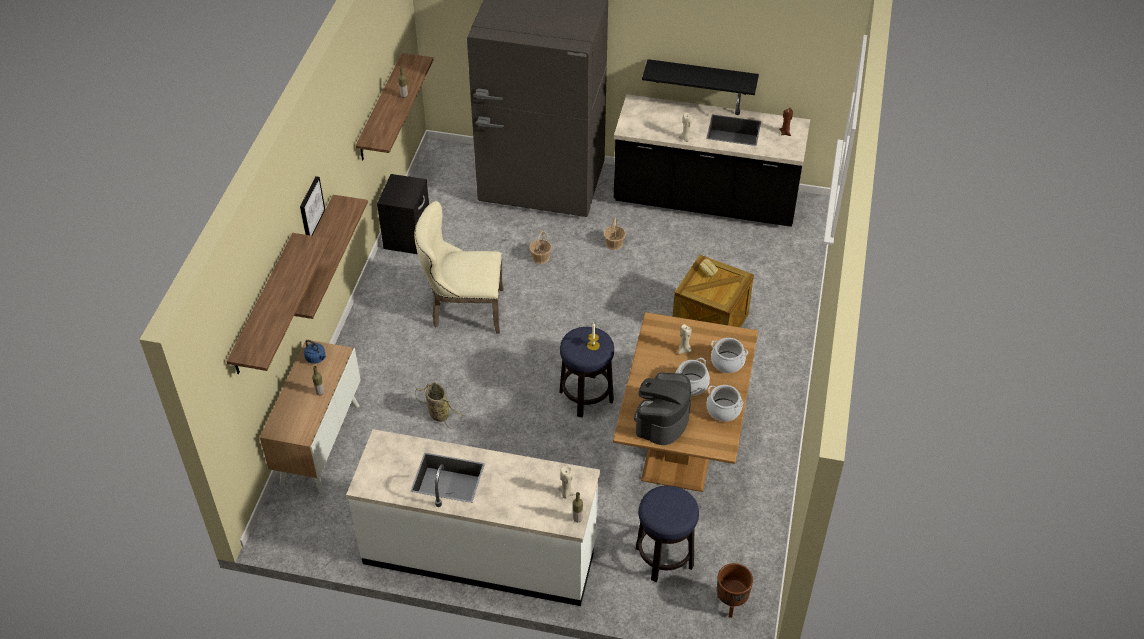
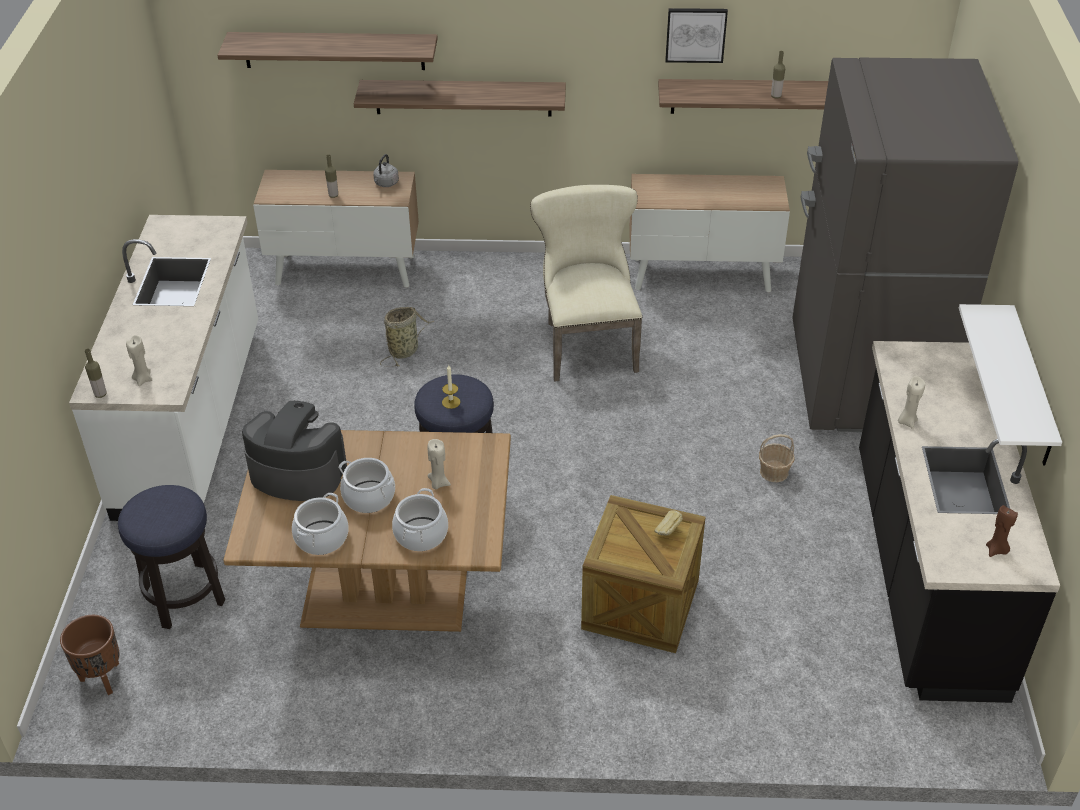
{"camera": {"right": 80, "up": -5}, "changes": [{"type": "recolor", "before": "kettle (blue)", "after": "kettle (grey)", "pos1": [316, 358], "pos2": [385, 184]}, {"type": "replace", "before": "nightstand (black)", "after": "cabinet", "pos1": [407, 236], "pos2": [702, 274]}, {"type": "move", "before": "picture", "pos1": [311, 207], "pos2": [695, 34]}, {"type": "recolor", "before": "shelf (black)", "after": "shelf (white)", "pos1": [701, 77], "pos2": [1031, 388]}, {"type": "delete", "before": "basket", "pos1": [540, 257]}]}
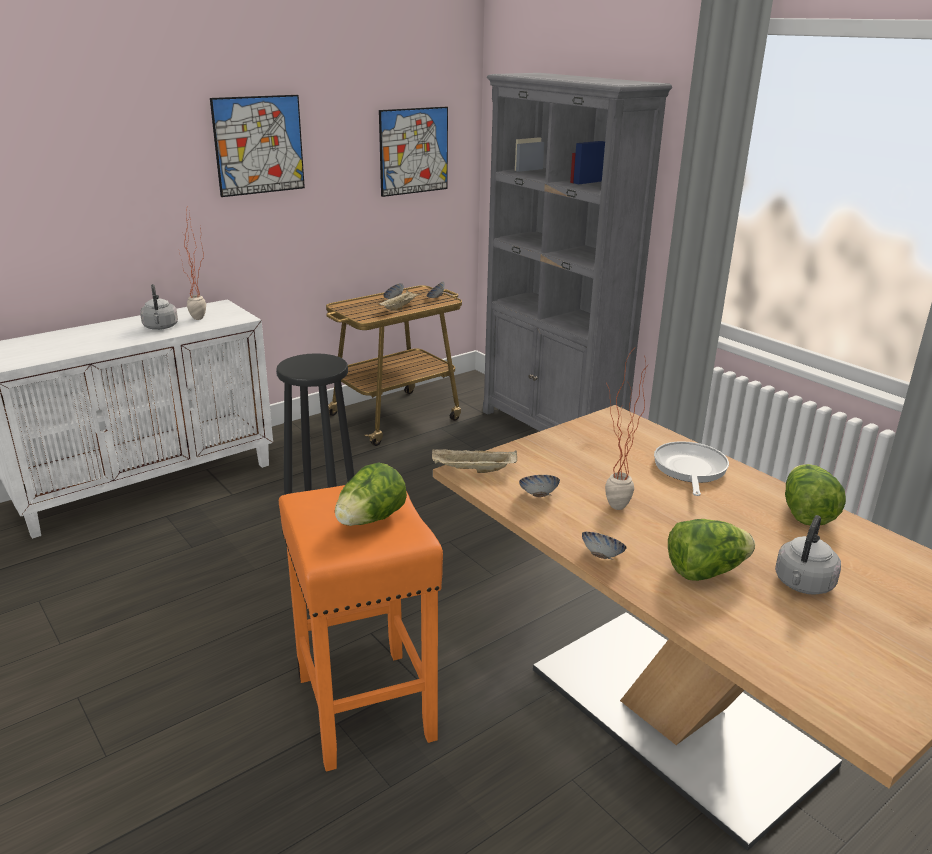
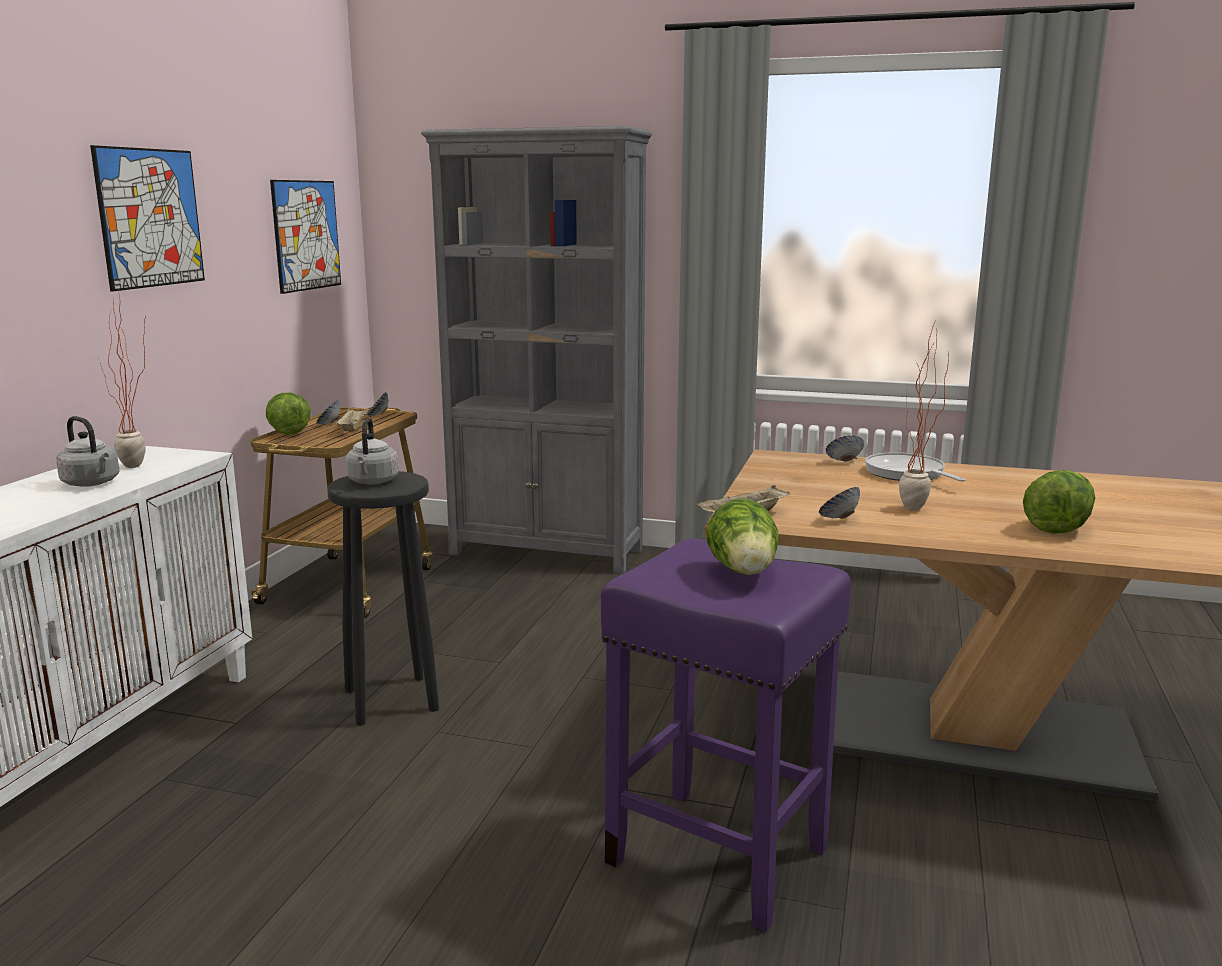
{"camera": {"right": -35, "up": -10}, "changes": [{"type": "move", "before": "lettuce", "pos1": [805, 513], "pos2": [287, 431]}, {"type": "move", "before": "kettle (grey)", "pos1": [802, 585], "pos2": [372, 482]}, {"type": "recolor", "before": "stool (orange)", "after": "stool (purple)", "pos1": [367, 709], "pos2": [721, 856]}, {"type": "move", "before": "bowl", "pos1": [602, 556], "pos2": [844, 461]}]}
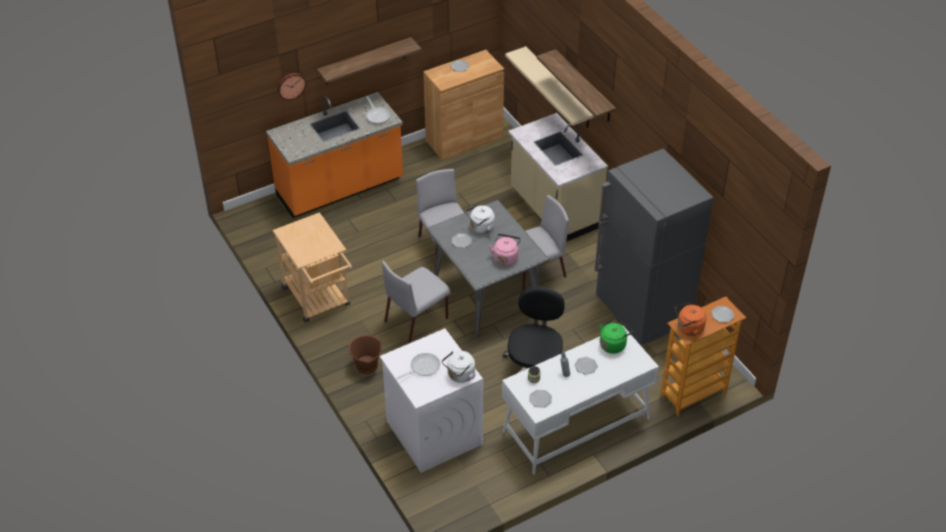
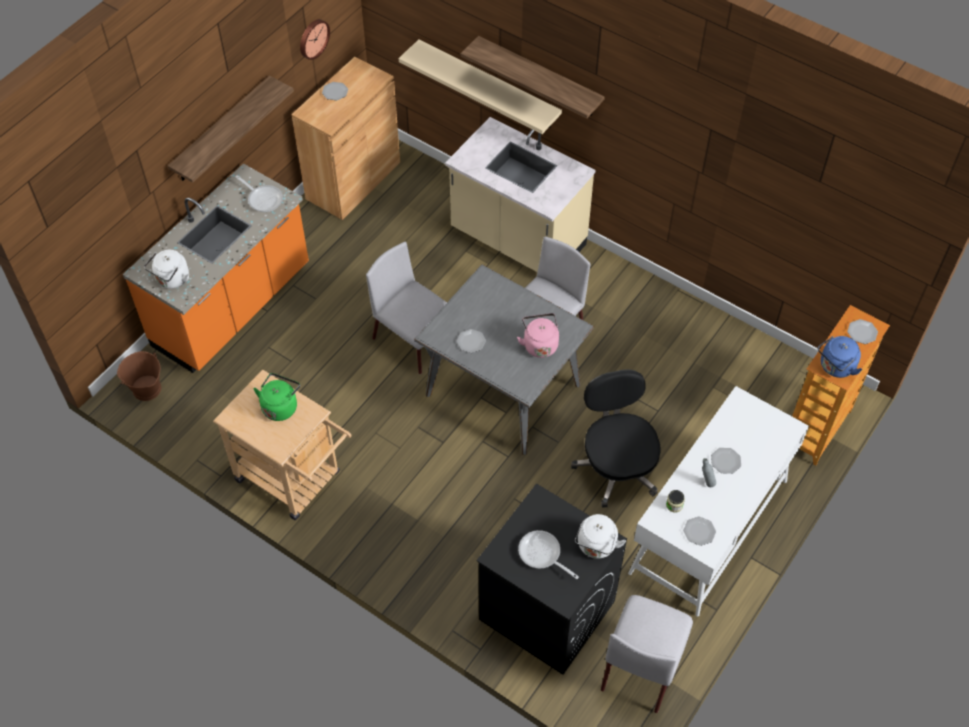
{"camera": {"right": -25, "up": 10}, "changes": [{"type": "move", "before": "bucket (brown)", "pos1": [366, 365], "pos2": [146, 389]}, {"type": "move", "before": "kettle (white)", "pos1": [480, 228], "pos2": [171, 280]}, {"type": "move", "before": "kettle (green)", "pos1": [613, 344], "pos2": [280, 406]}, {"type": "move", "before": "wall clock", "pos1": [291, 85], "pos2": [313, 38]}, {"type": "recolor", "before": "washing machine (white)", "after": "washing machine (black)", "pos1": [433, 432], "pos2": [546, 610]}, {"type": "rotate", "before": "frying pan", "pos1": [422, 367], "pos2": [542, 554], "turn": -75}, {"type": "move", "before": "chair (grey)", "pos1": [417, 319], "pos2": [642, 665]}, {"type": "recolor", "before": "kettle (orange)", "after": "kettle (blue)", "pos1": [688, 328], "pos2": [835, 367]}, {"type": "delete", "before": "fridge (grey)", "pos1": [642, 313]}]}
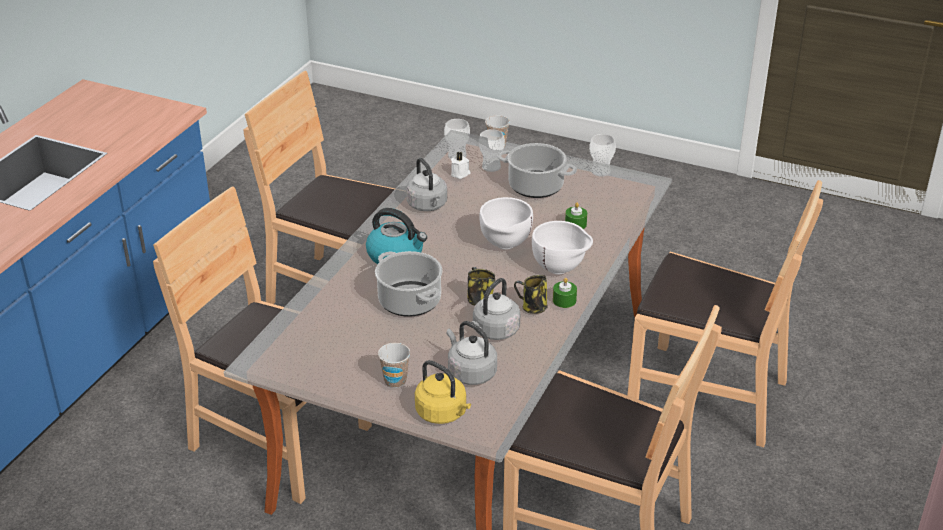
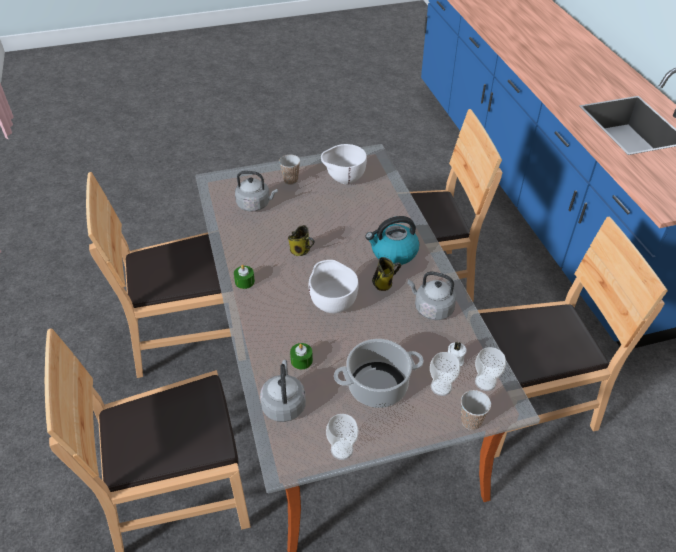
{"camera": {"right": 140, "up": 10}, "changes": [{"type": "move", "before": "kettle (grey)", "pos1": [494, 332], "pos2": [283, 404]}, {"type": "move", "before": "bowl (white)", "pos1": [560, 270], "pos2": [343, 180]}, {"type": "move", "before": "mug", "pos1": [532, 308], "pos2": [384, 283]}, {"type": "delete", "before": "cooking pot", "pos1": [408, 301]}, {"type": "delete", "before": "kettle (yellow)", "pos1": [443, 413]}]}
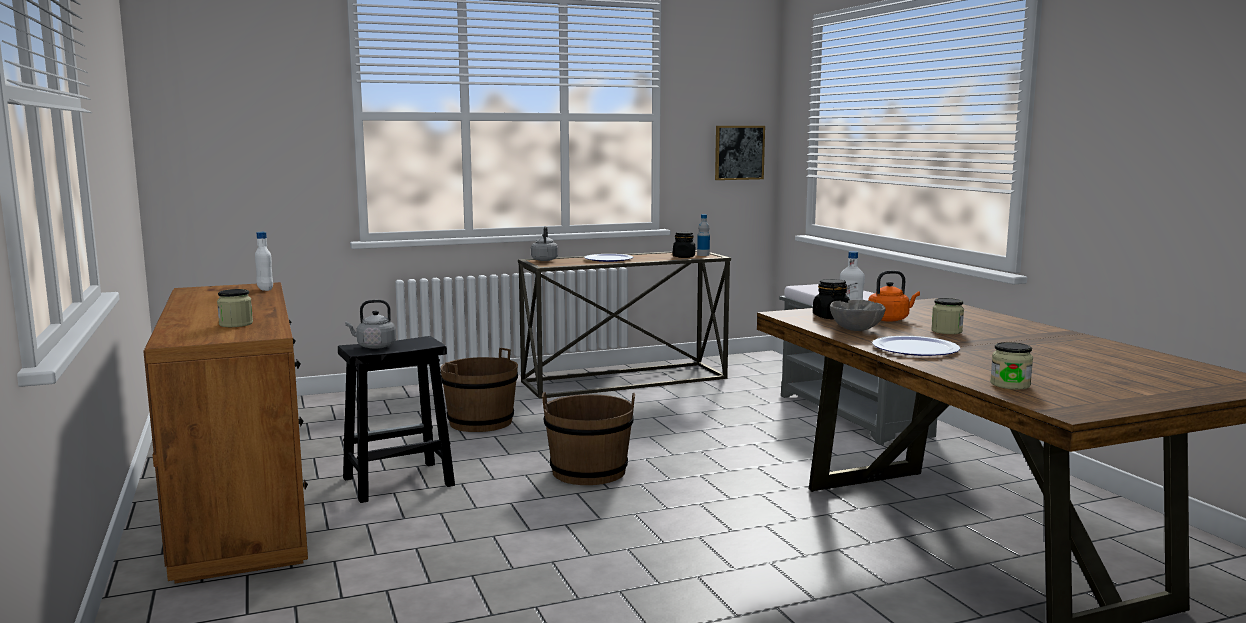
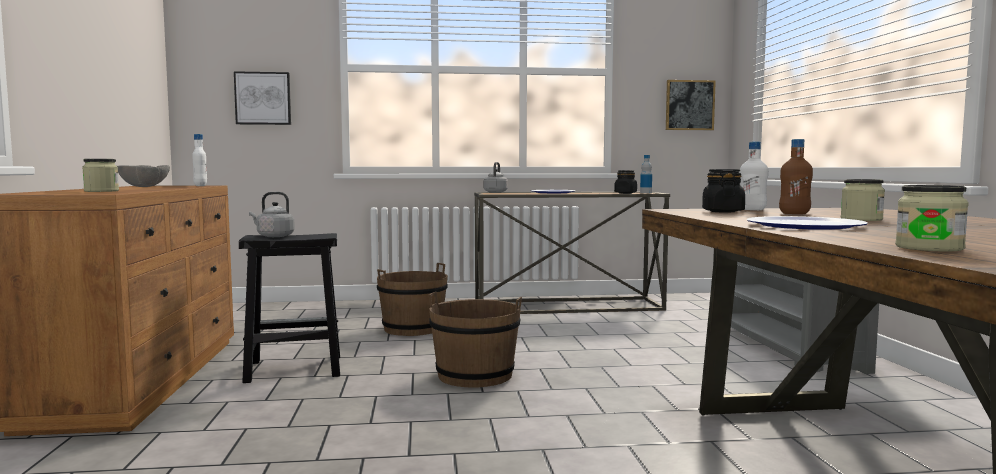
{"camera": {"right": 15, "up": -5}, "changes": [{"type": "move", "before": "bowl (grey)", "pos1": [856, 329], "pos2": [144, 187]}, {"type": "insert", "after": "picture", "pos2": [263, 98]}, {"type": "replace", "before": "kettle (orange)", "after": "bottle (brown)", "pos1": [890, 319], "pos2": [794, 213]}]}
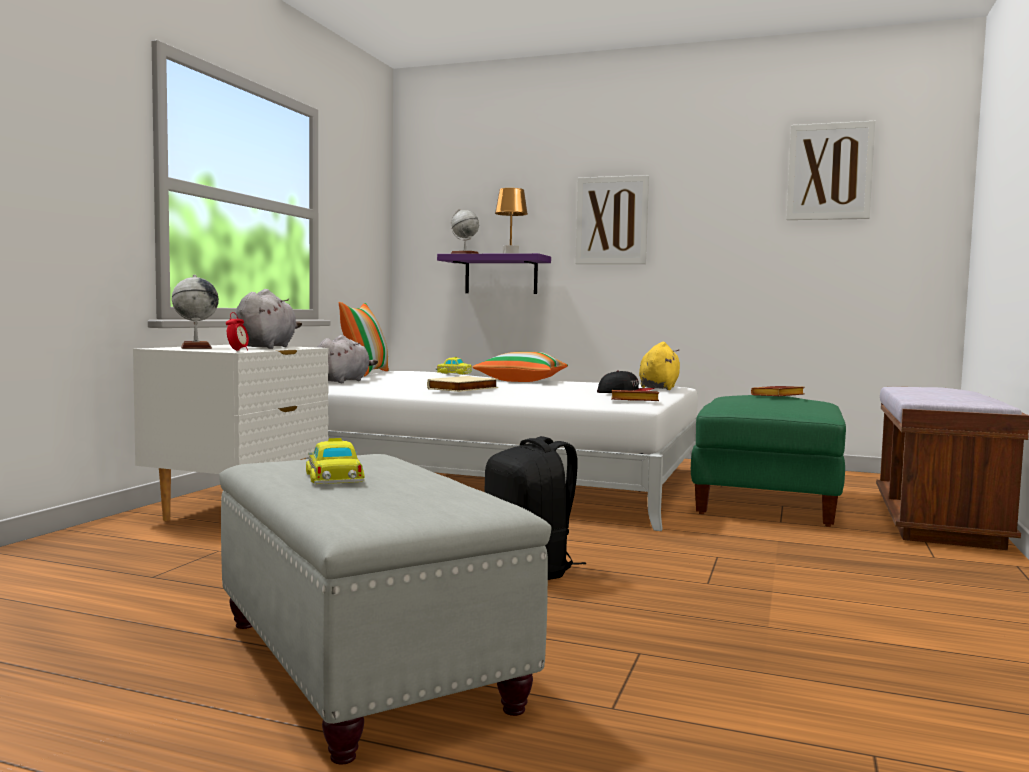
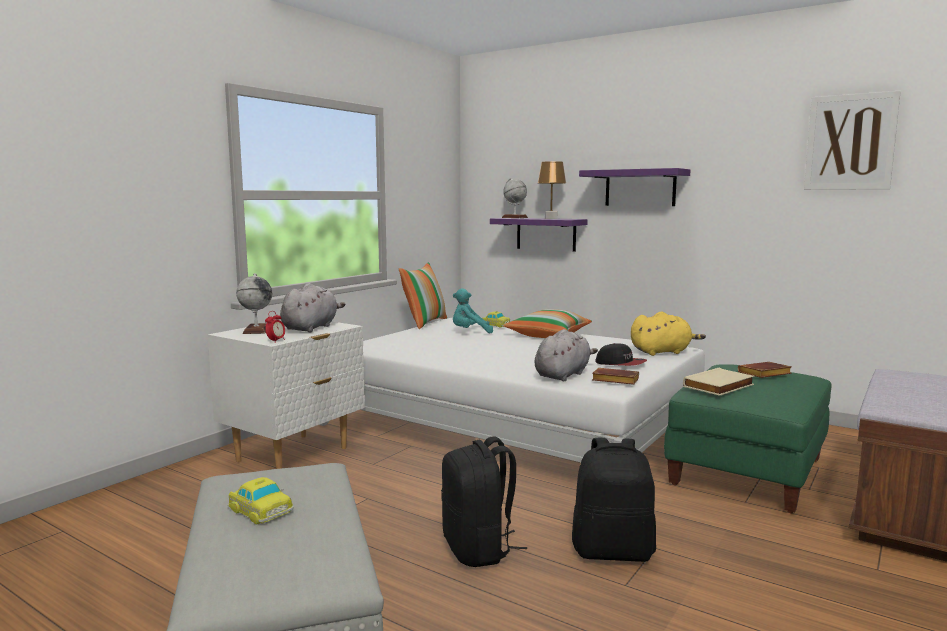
{"camera": {"right": 15, "up": 5}, "changes": [{"type": "rotate", "before": "toy car", "pos1": [335, 479], "pos2": [259, 510], "turn": 135}, {"type": "insert", "after": "plush toy (turquoise)", "pos2": [470, 332]}, {"type": "move", "before": "plush toy (grey)", "pos1": [342, 381], "pos2": [563, 375]}, {"type": "insert", "after": "backpack (black)", "pos2": [613, 551]}, {"type": "replace", "before": "picture", "after": "shelf (purple)", "pos1": [611, 220], "pos2": [640, 188]}, {"type": "rotate", "before": "plush toy (yellow)", "pos1": [659, 388], "pos2": [662, 352], "turn": 45}, {"type": "move", "before": "book (beige)", "pos1": [464, 389], "pos2": [719, 386]}]}
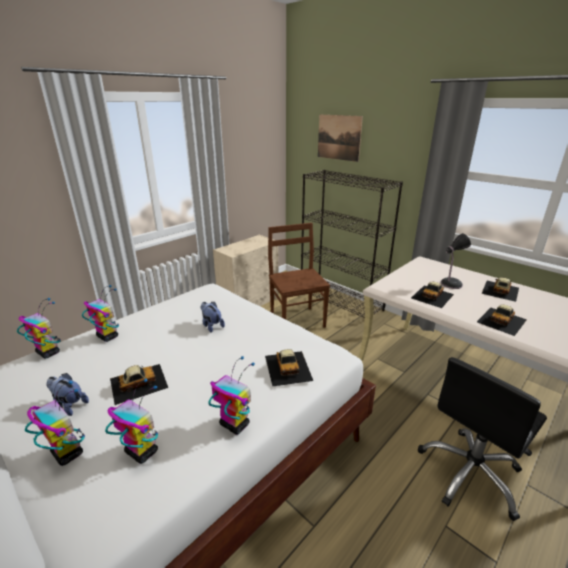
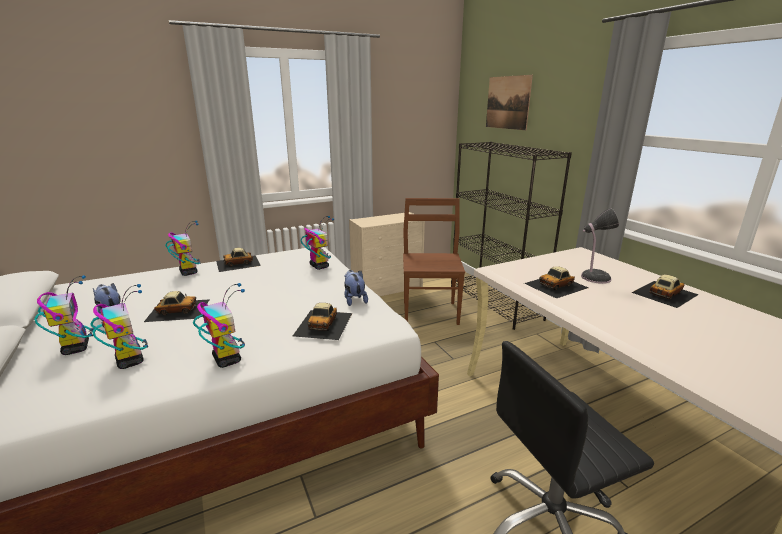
{"camera": {"right": 20, "up": -5}, "changes": [{"type": "move", "before": "toy car", "pos1": [502, 320], "pos2": [238, 263]}, {"type": "move", "before": "toy robot", "pos1": [48, 352], "pos2": [319, 266]}, {"type": "move", "before": "plush toy", "pos1": [211, 325], "pos2": [354, 300]}]}
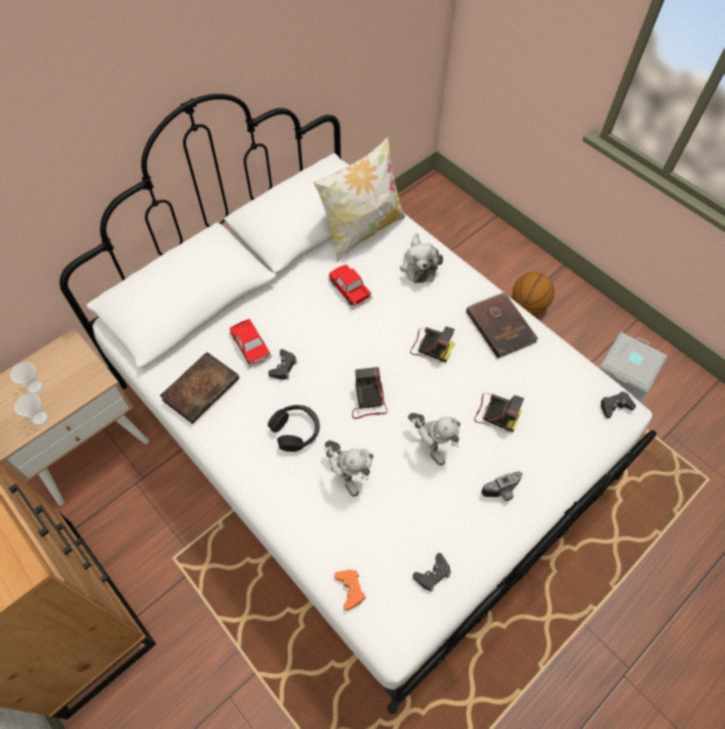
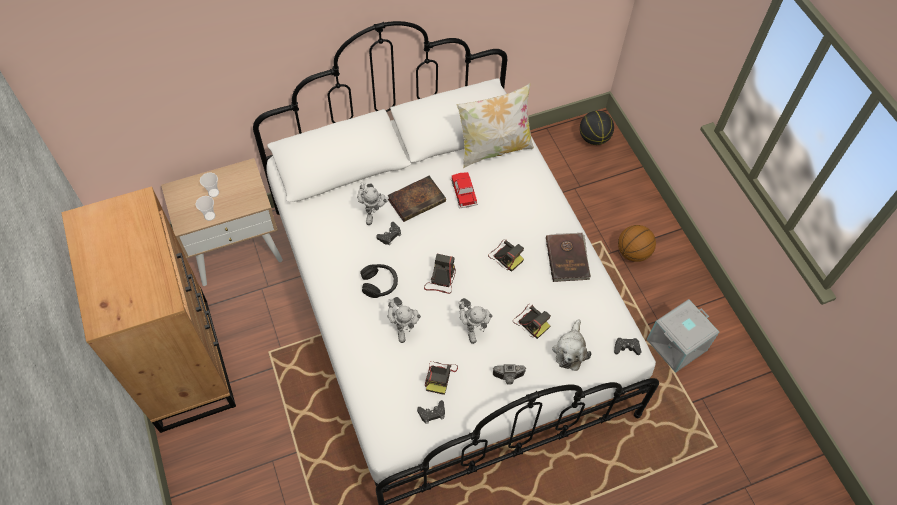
{"camera": {"right": 20, "up": 0}, "changes": [{"type": "replace", "before": "toy car", "after": "toy robot", "pos1": [251, 346], "pos2": [372, 212]}, {"type": "move", "before": "book", "pos1": [202, 388], "pos2": [417, 200]}, {"type": "insert", "after": "photo camera", "pos2": [440, 377]}, {"type": "move", "before": "plush toy", "pos1": [419, 265], "pos2": [570, 350]}, {"type": "insert", "after": "basketball", "pos2": [594, 138]}, {"type": "delete", "before": "game controller (orange)", "pos1": [350, 589]}]}
